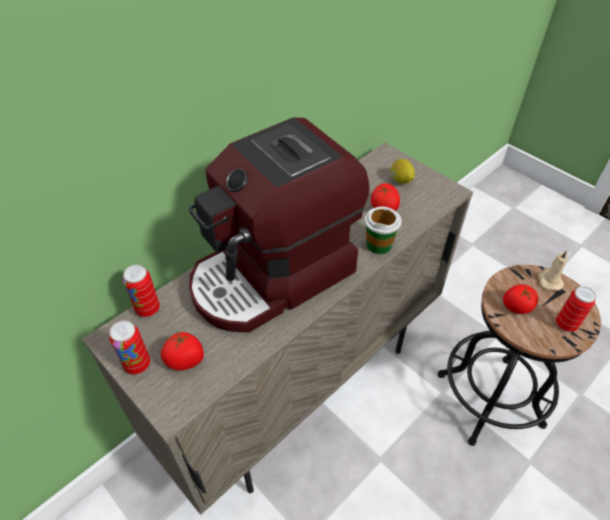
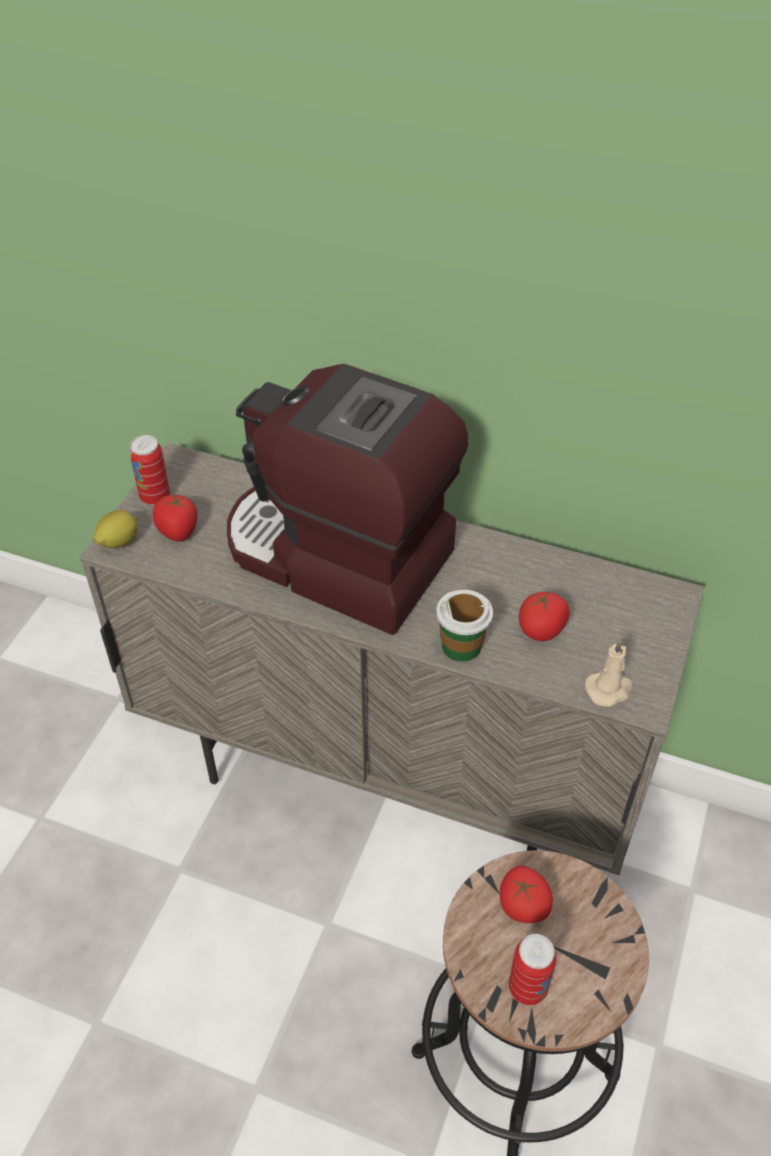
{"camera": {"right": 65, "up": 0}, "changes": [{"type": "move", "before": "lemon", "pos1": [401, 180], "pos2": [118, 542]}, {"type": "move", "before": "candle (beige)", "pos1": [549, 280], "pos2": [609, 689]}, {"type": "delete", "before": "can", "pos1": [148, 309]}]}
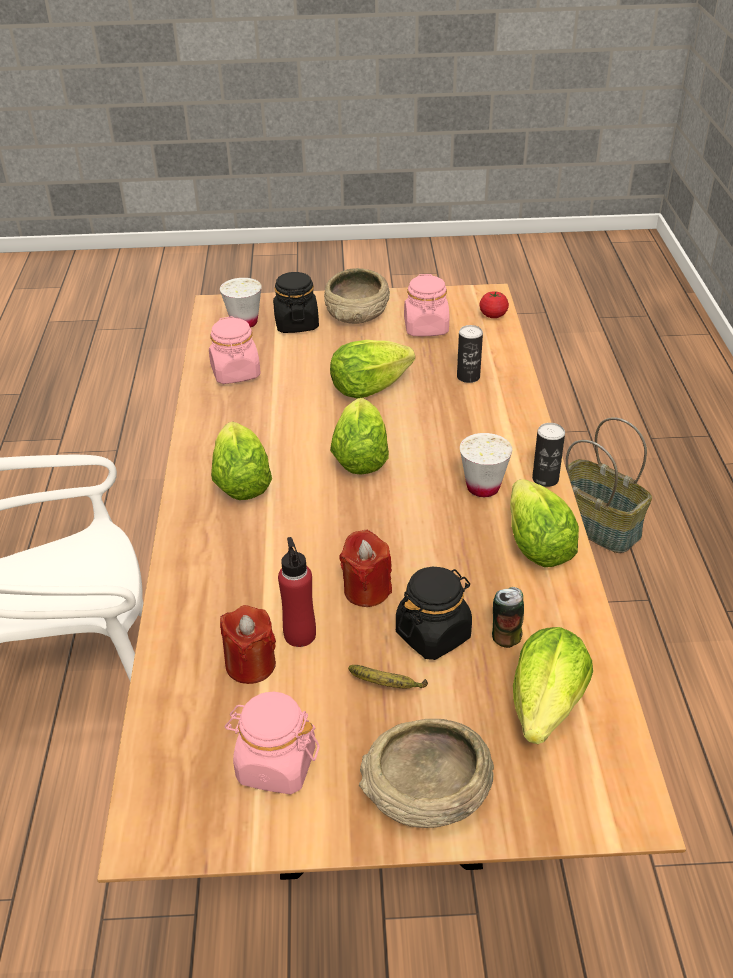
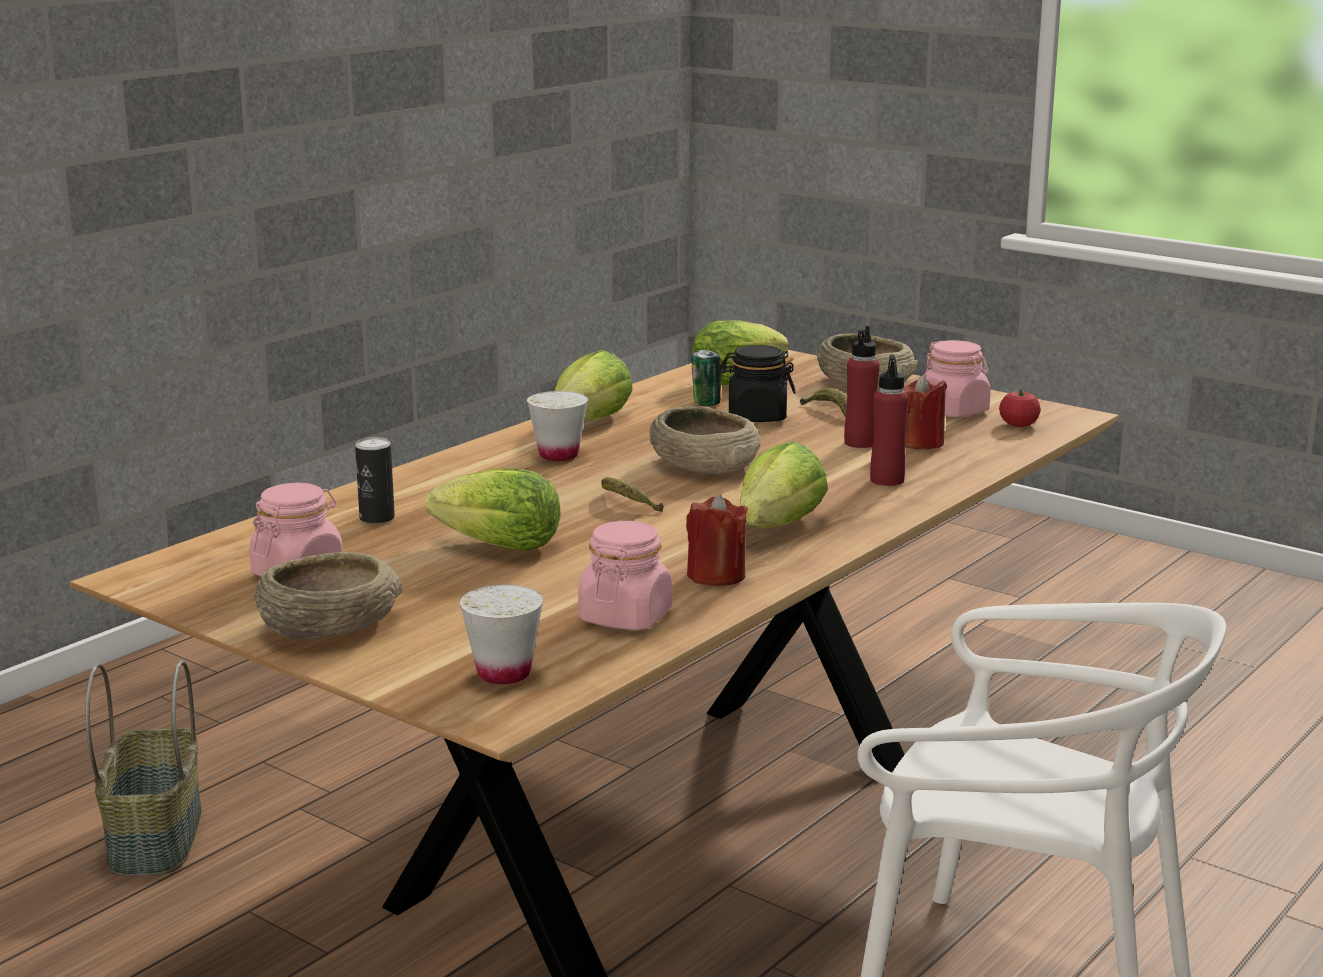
{"camera": {"right": -140, "up": -20}, "changes": [{"type": "replace", "before": "lettuce", "after": "banana", "pos1": [360, 458], "pos2": [627, 504]}, {"type": "insert", "after": "bowl (beige)", "pos2": [705, 464]}, {"type": "move", "before": "candle (red)", "pos1": [366, 590], "pos2": [716, 575]}, {"type": "insert", "after": "bottle (red)", "pos2": [887, 480]}, {"type": "move", "before": "tomato", "pos1": [493, 315], "pos2": [1018, 425]}, {"type": "delete", "before": "jar (black)", "pos1": [296, 324]}, {"type": "delete", "before": "can", "pos1": [545, 479]}]}
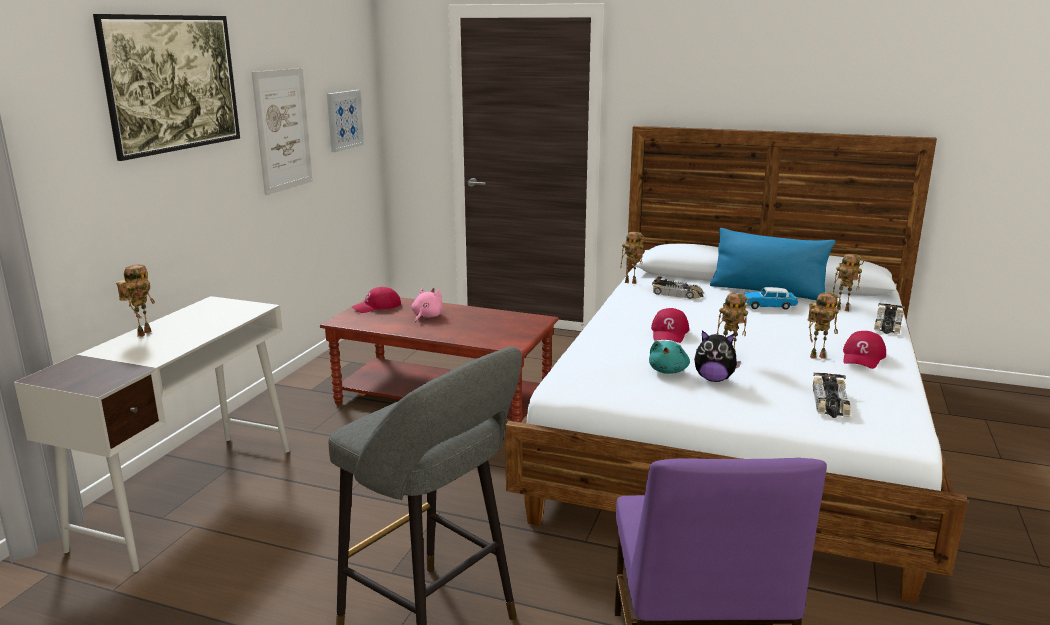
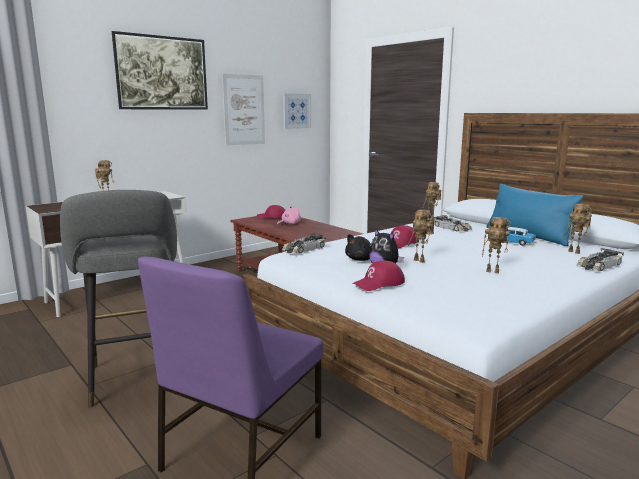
{"camera": {"right": 30, "up": -5}, "changes": [{"type": "move", "before": "toy car", "pos1": [830, 403], "pos2": [303, 249]}, {"type": "recolor", "before": "plush toy (turquoise)", "after": "plush toy (black)", "pos1": [668, 371], "pos2": [361, 259]}, {"type": "move", "before": "cap (red)", "pos1": [863, 357], "pos2": [379, 283]}]}
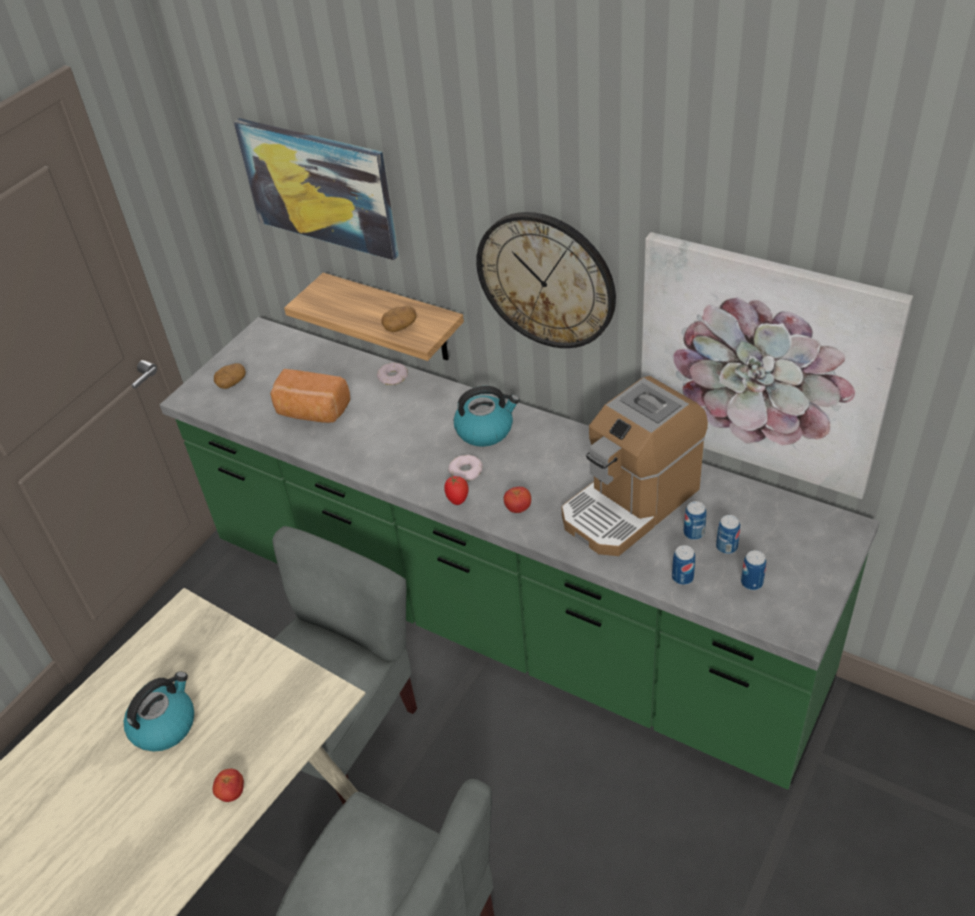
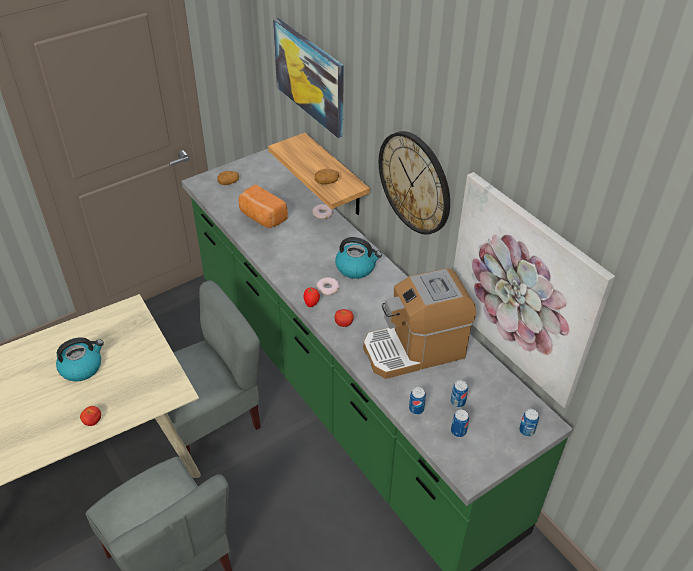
{"camera": {"right": 20, "up": 0}, "changes": [{"type": "move", "before": "can", "pos1": [693, 533], "pos2": [526, 430]}]}
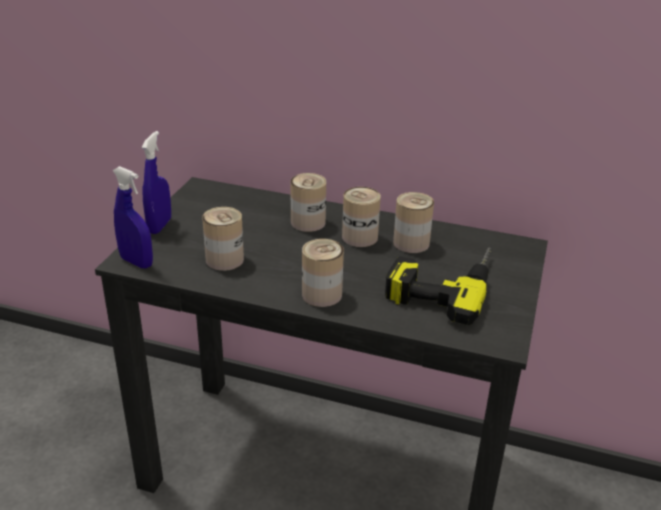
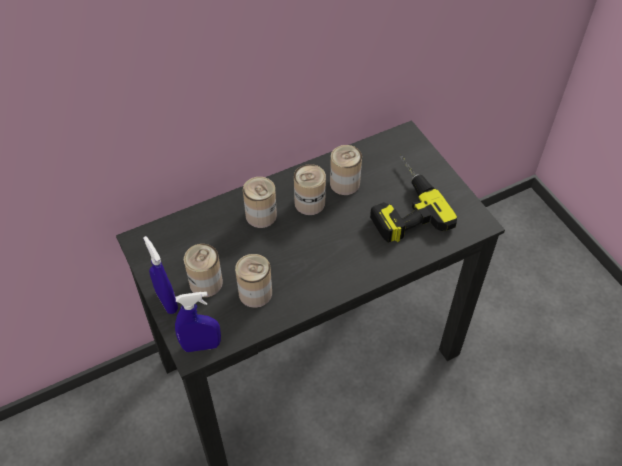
{"camera": {"right": -45, "up": 20}, "changes": [{"type": "move", "before": "can", "pos1": [322, 294], "pos2": [206, 283]}]}
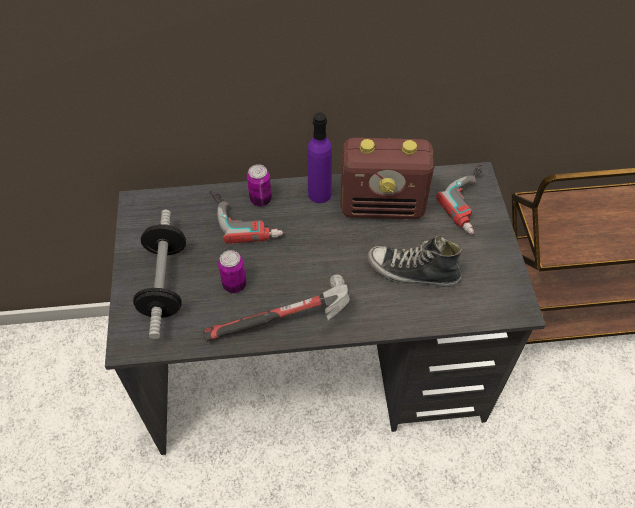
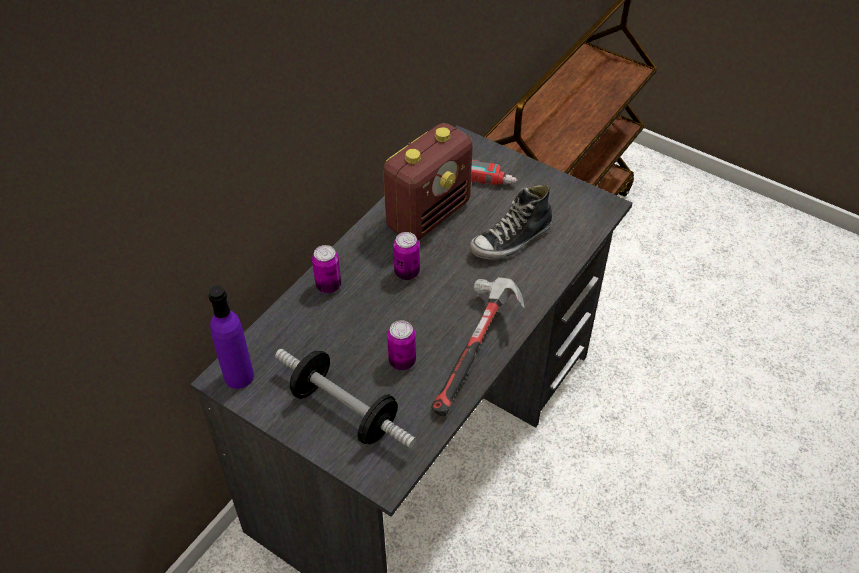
{"camera": {"right": -50, "up": -5}, "changes": [{"type": "move", "before": "bottle (purple)", "pos1": [319, 194], "pos2": [239, 376]}, {"type": "insert", "after": "can", "pos2": [407, 272]}, {"type": "delete", "before": "power drill", "pos1": [246, 217]}]}
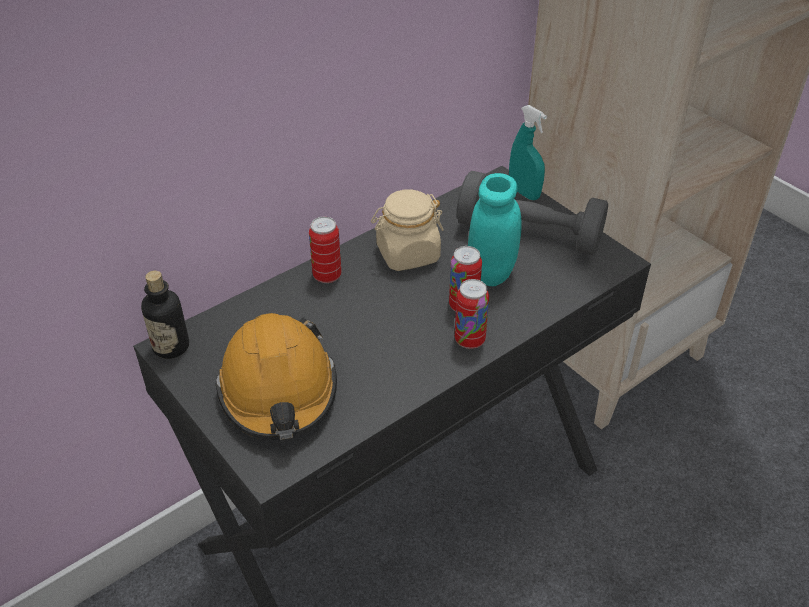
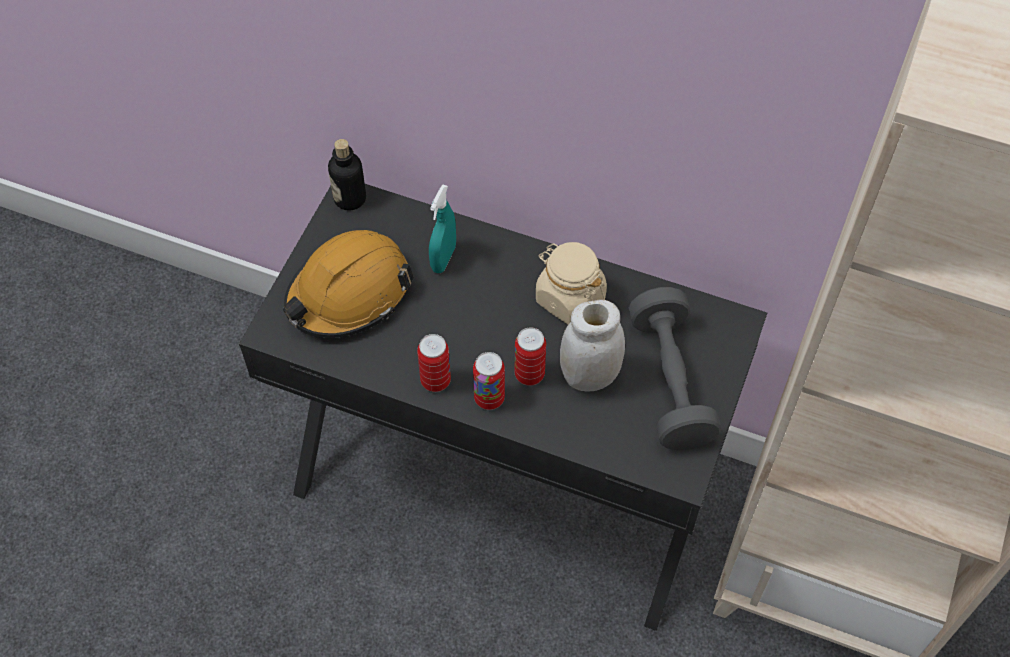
{"camera": {"right": 60, "up": 15}, "changes": [{"type": "move", "before": "can", "pos1": [327, 276], "pos2": [435, 381]}, {"type": "move", "before": "spray bottle (turquoise)", "pos1": [524, 192], "pos2": [443, 258]}, {"type": "recolor", "before": "jar (turquoise)", "after": "jar (white)", "pos1": [491, 273], "pos2": [589, 376]}]}
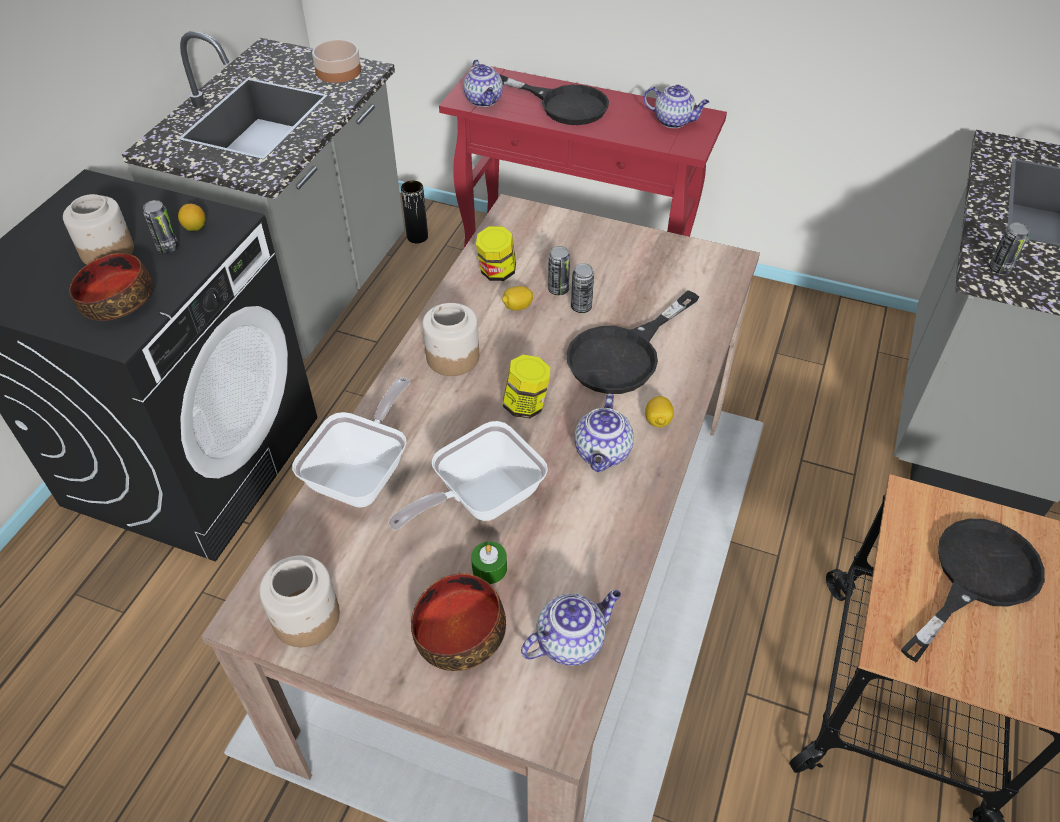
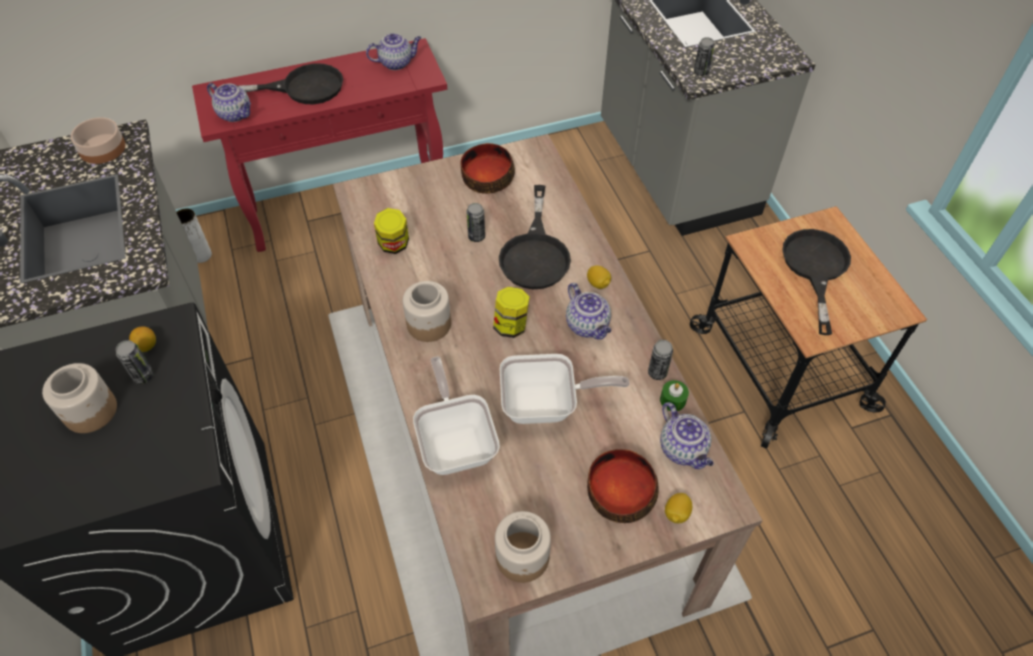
{"camera": {"right": -40, "up": 5}, "changes": [{"type": "recolor", "before": "vase (black)", "after": "vase (white)", "pos1": [417, 237], "pos2": [201, 255]}, {"type": "move", "before": "bowl", "pos1": [117, 300], "pos2": [487, 177]}, {"type": "rotate", "before": "frying pan", "pos1": [480, 499], "pos2": [547, 405], "turn": -105}, {"type": "move", "before": "can", "pos1": [558, 290], "pos2": [657, 373]}, {"type": "move", "before": "candle (green)", "pos1": [489, 568], "pos2": [672, 400]}, {"type": "rotate", "before": "teapot", "pos1": [571, 641], "pos2": [683, 449], "turn": 135}, {"type": "move", "before": "lemon", "pos1": [517, 307], "pos2": [676, 513]}]}
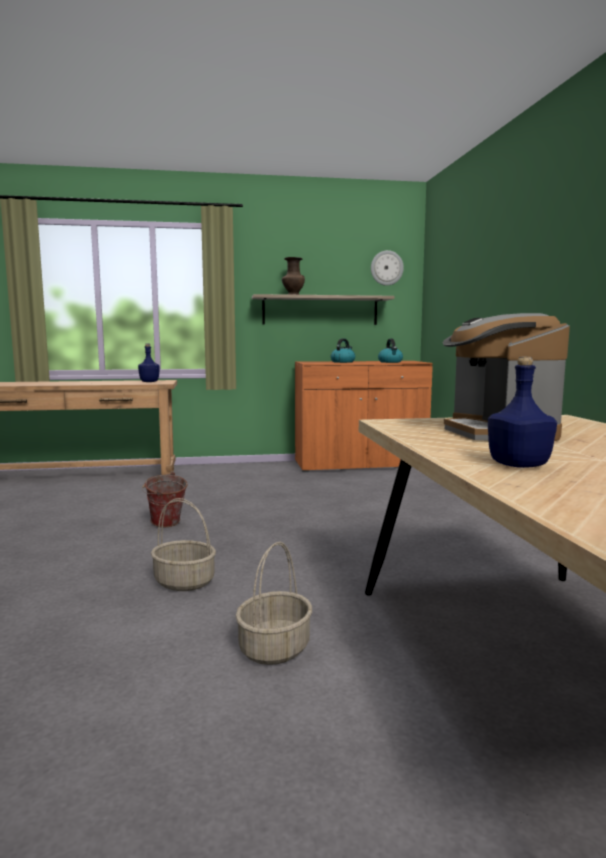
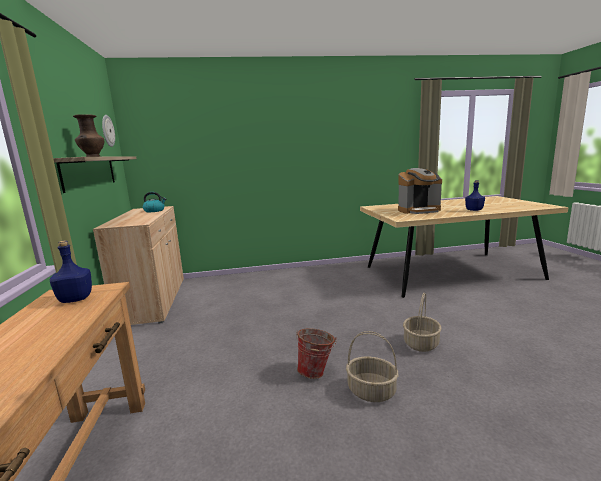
{"camera": {"right": -90, "up": 5}, "changes": [{"type": "recolor", "before": "cabinet (orange)", "after": "cabinet (beige)", "pos1": [360, 464], "pos2": [154, 301]}, {"type": "move", "before": "basket", "pos1": [275, 649], "pos2": [372, 391]}, {"type": "delete", "before": "kettle", "pos1": [343, 362]}]}
